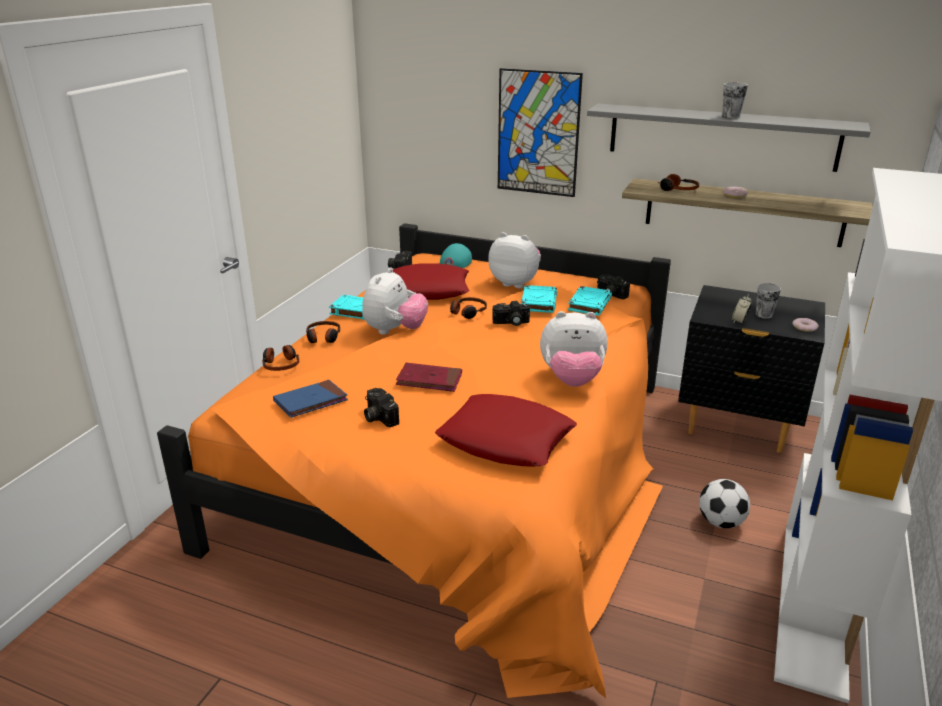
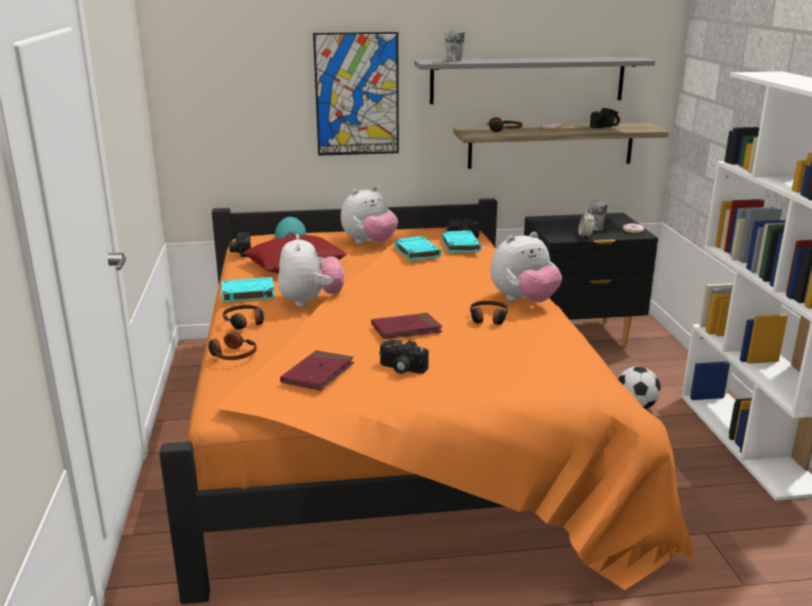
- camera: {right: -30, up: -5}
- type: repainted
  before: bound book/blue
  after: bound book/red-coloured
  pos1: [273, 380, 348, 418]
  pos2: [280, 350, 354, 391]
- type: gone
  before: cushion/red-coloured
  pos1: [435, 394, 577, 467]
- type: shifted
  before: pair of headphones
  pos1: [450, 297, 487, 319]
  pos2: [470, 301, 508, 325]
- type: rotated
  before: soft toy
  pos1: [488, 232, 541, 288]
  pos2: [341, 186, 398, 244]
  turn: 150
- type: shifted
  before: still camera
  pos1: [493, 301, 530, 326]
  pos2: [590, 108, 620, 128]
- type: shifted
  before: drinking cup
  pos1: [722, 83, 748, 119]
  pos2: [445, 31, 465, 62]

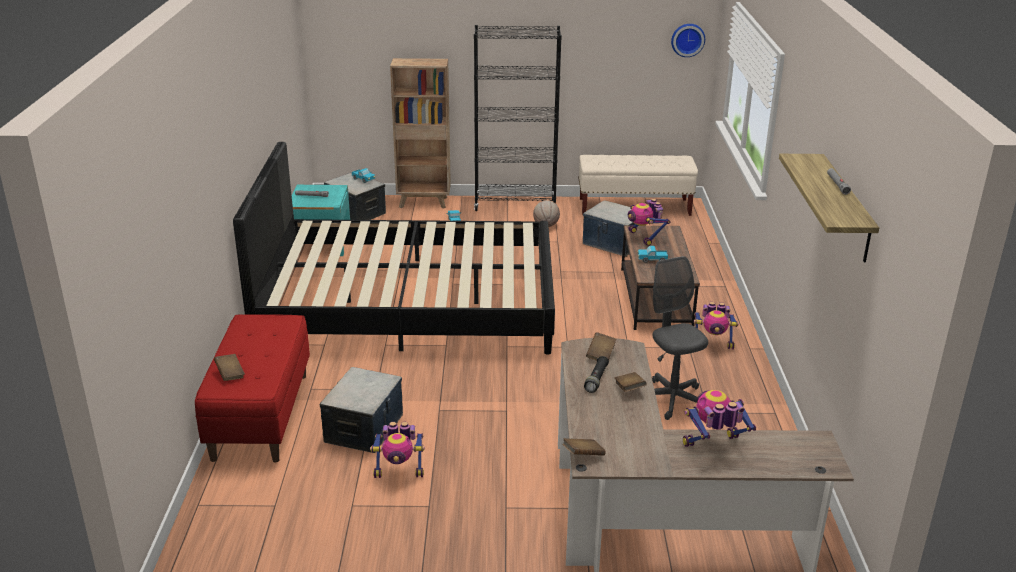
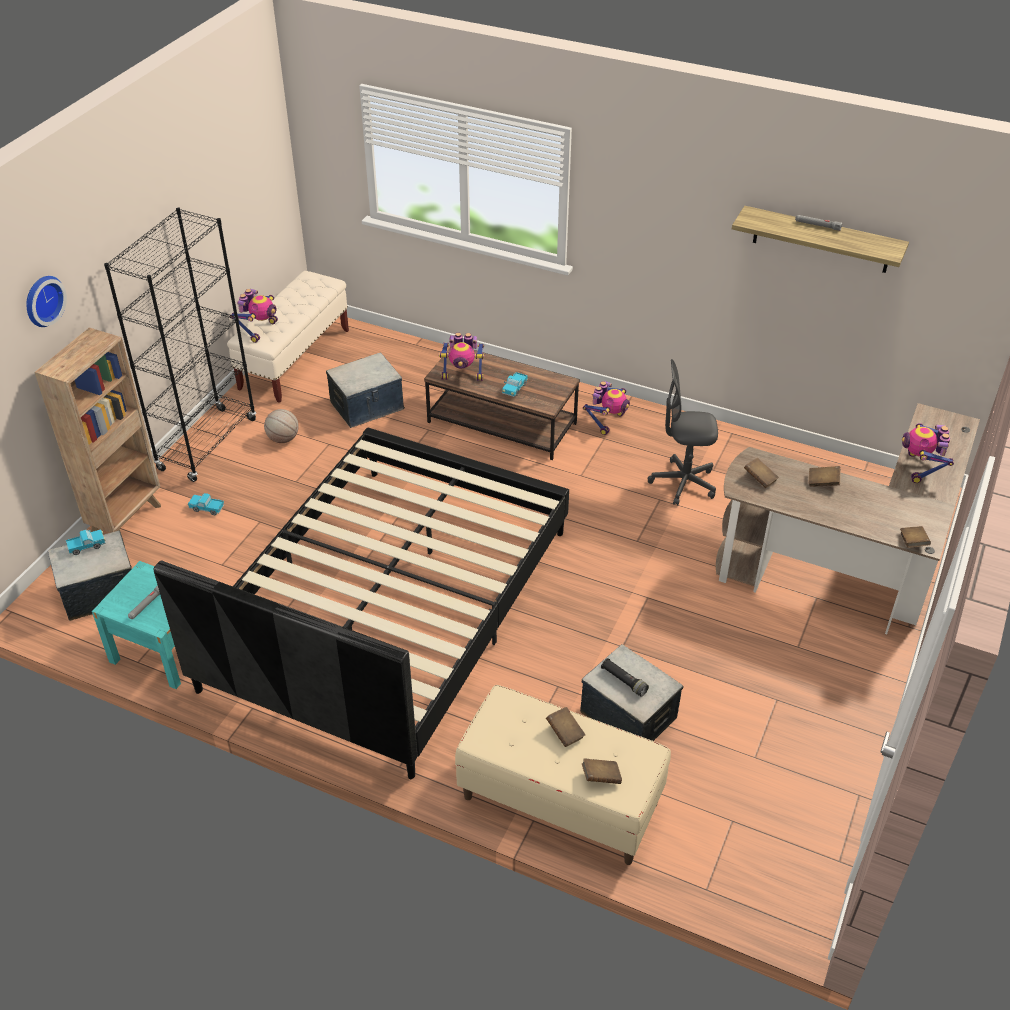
- camera: {right: -65, up: 15}
- type: repainted
  before: long seat/red-coloured
  after: long seat/sand-coloured
  pos1: [195, 314, 310, 462]
  pos2: [455, 685, 671, 865]
- type: shifted
  before: model robot
  pos1: [370, 422, 425, 478]
  pos2: [230, 289, 278, 343]
- type: shifted
  before: hand torch/black-coloured
  pos1: [584, 356, 609, 393]
  pos2: [601, 658, 649, 697]
- type: shifted
  before: hanging clock
  pos1: [671, 24, 705, 57]
  pos2: [26, 276, 67, 327]
- type: new
  after: bound book/brown
  pos2: [546, 707, 585, 747]

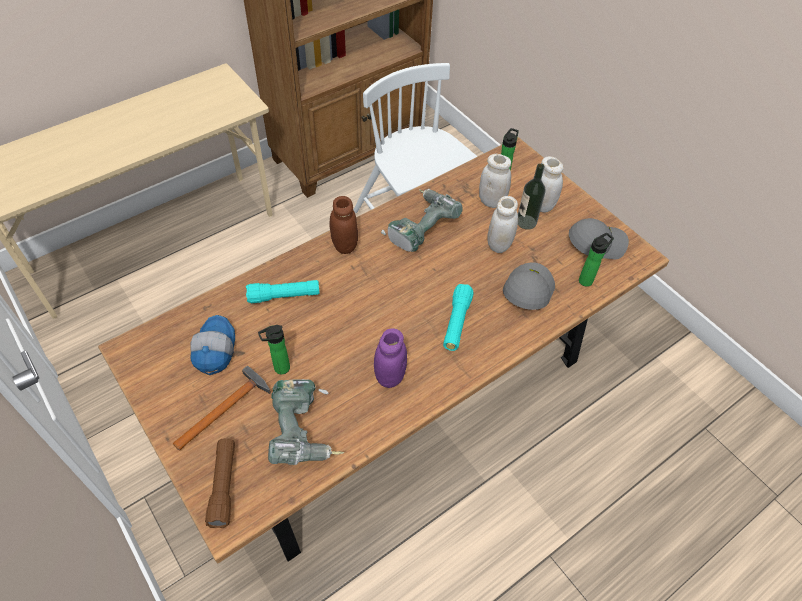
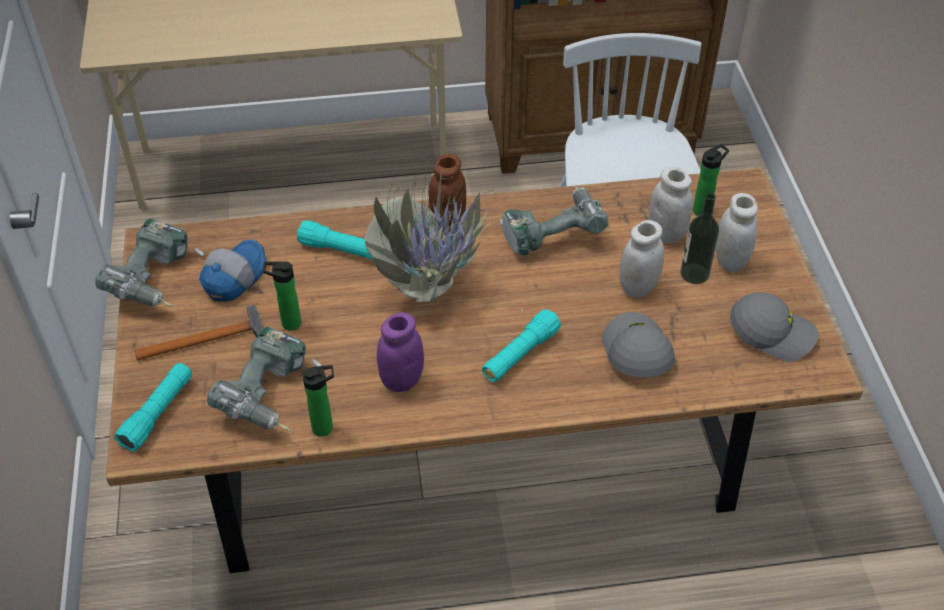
- camera: {right: 30, up: -5}
- type: repainted
  before: hand torch/brown
  after: hand torch/turquoise-coloured
  pos1: [205, 438, 235, 528]
  pos2: [114, 363, 192, 452]
- type: rotated
  before: peaked cap/greyish
  pos1: [503, 262, 555, 310]
  pos2: [602, 312, 675, 377]
  turn: -60
- type: shifted
  before: bottle
  pos1: [579, 233, 614, 287]
  pos2: [301, 365, 334, 437]
- type: new
  after: power drill
  pos2: [95, 219, 204, 307]
- type: new
  after: houseplant
  pos2: [364, 159, 524, 313]

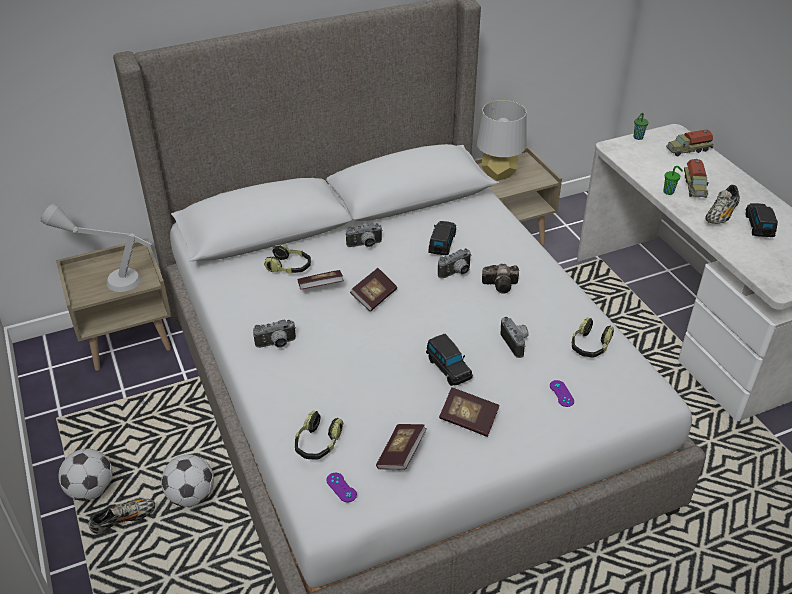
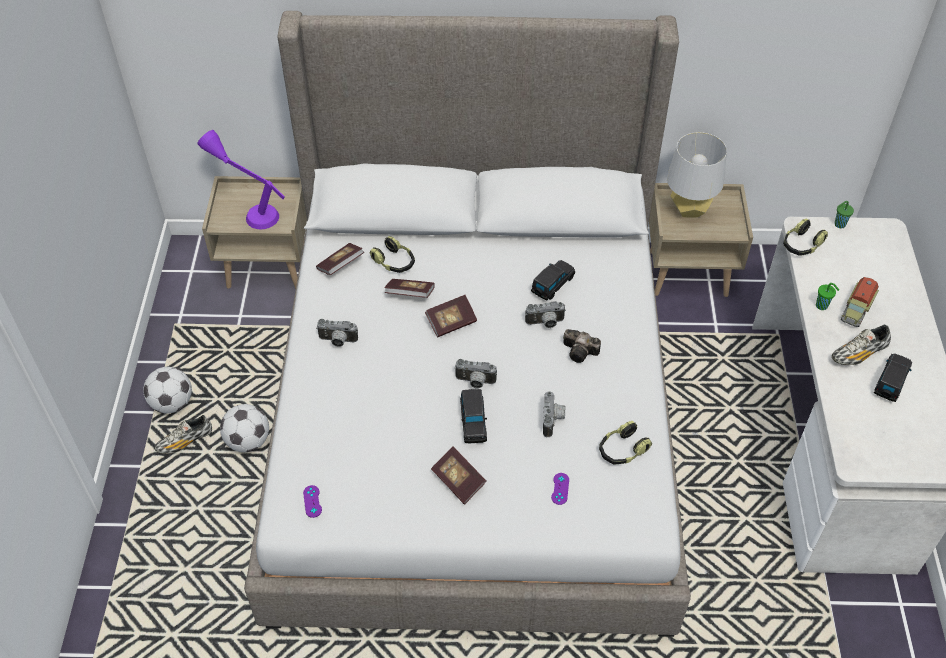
- camera: {right: 25, up: 10}
- type: repainted
  before: table lamp/greyish
  after: table lamp/purple
  pos1: [41, 203, 152, 292]
  pos2: [197, 130, 285, 229]
- type: rotated
  before: low shoe
  pos1: [88, 499, 155, 534]
  pos2: [154, 415, 212, 454]
  turn: 150
- type: shifted
  before: pair of headphones
  pos1: [295, 410, 343, 460]
  pos2: [783, 219, 828, 256]
- type: shifted
  before: still camera
  pos1: [346, 223, 383, 247]
  pos2: [455, 359, 497, 388]
- type: shifted
  before: bound book
  pos1: [376, 424, 427, 470]
  pos2: [316, 243, 364, 275]
- type: gone
  before: toy truck
  pos1: [666, 129, 713, 157]

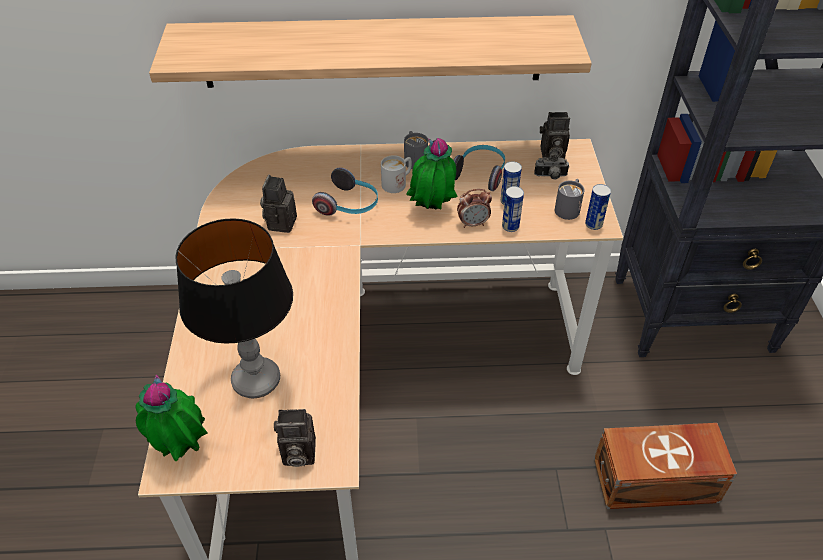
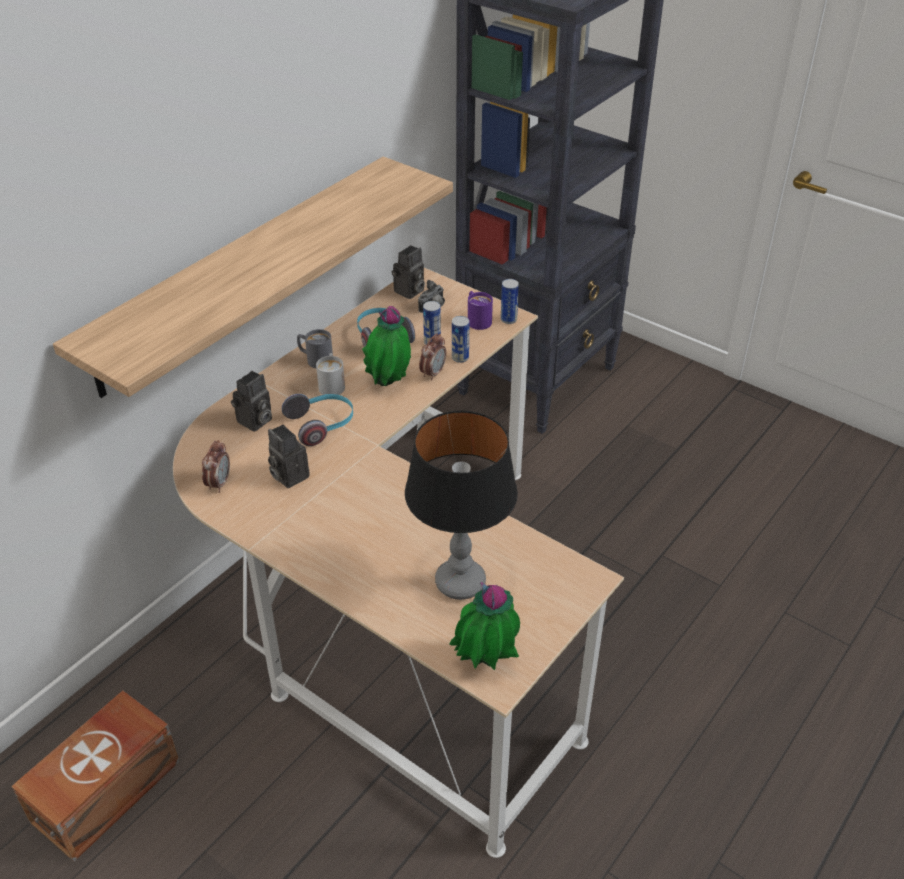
- camera: {right: -50, up: -5}
- type: shifted
  before: still camera
  pos1: [274, 409, 316, 467]
  pos2: [231, 371, 272, 432]
- type: repainted
  before: tea mug/greyish
  after: tea mug/purple
  pos1: [555, 179, 584, 220]
  pos2: [468, 291, 493, 330]
- type: shifted
  before: storage box/brown
  pos1: [594, 423, 737, 509]
  pos2: [11, 691, 179, 861]
- type: new
  after: bedside clock
  pos2: [202, 440, 230, 493]

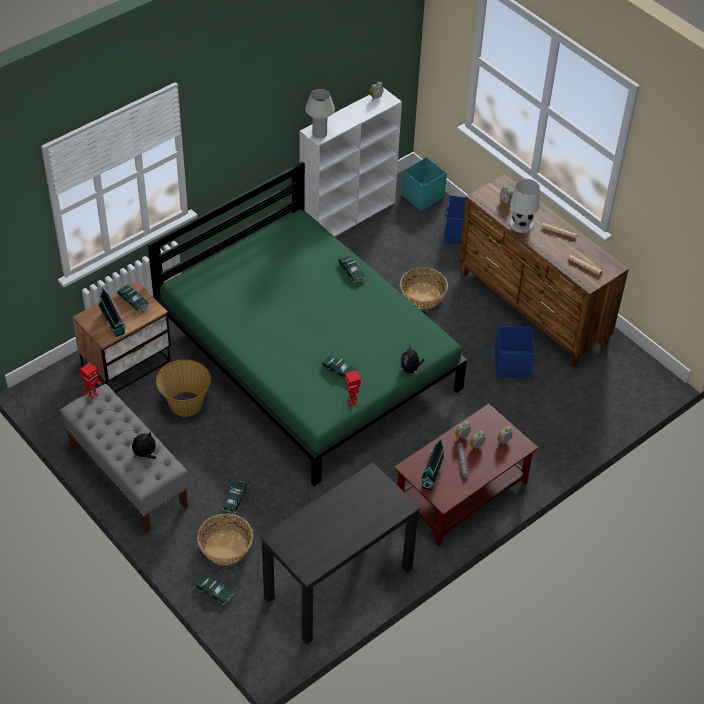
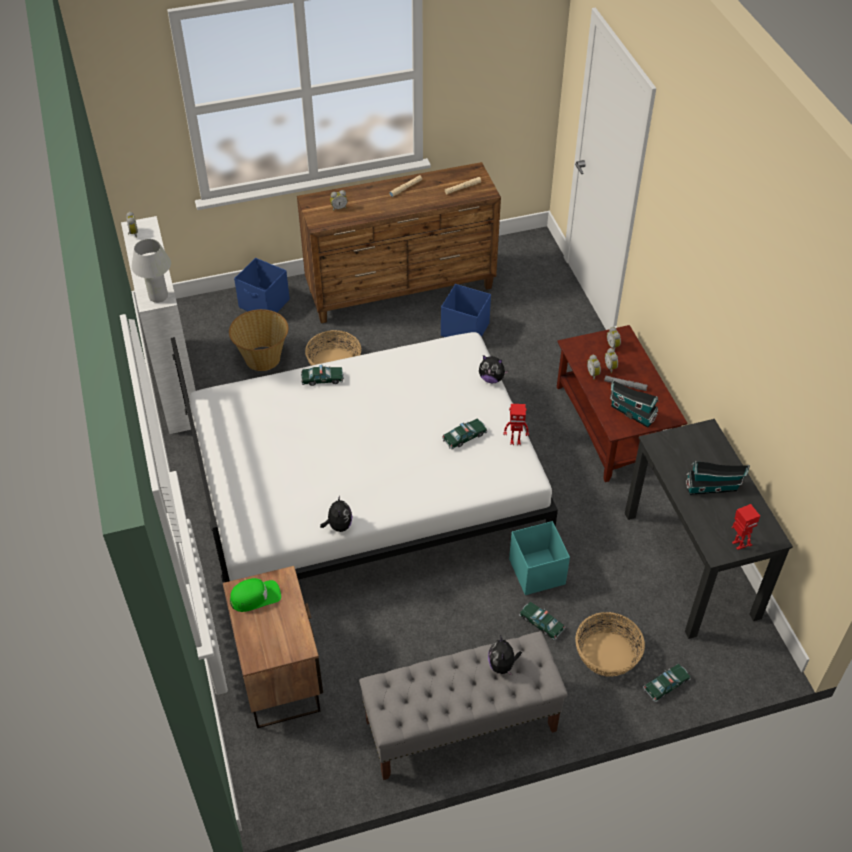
- camera: {right: -65, up: 0}
- type: shifted
  before: model robot
  pos1: [80, 363, 102, 400]
  pos2: [731, 504, 760, 550]
- type: shifted
  before: model house
  pos1: [98, 287, 126, 337]
  pos2: [686, 461, 750, 495]
- type: swapped
  before: miniature car
  after: peaked cap/greenish
  pos1: [117, 285, 150, 312]
  pos2: [230, 578, 281, 612]
- type: repainted
  before: sleeping bed/greenish
  after: sleeping bed/white-coloured
  pos1: [148, 162, 467, 486]
  pos2: [171, 332, 558, 582]
- type: shifted
  before: household basket
  pos1: [156, 359, 211, 417]
  pos2: [229, 309, 288, 371]
- type: shifted
  before: storage box/turquoise-coloured
  pos1: [401, 157, 447, 211]
  pos2: [509, 521, 570, 595]
- type: gone
  before: table lamp/white-coloured
  pos1: [509, 179, 540, 233]
- type: new
  after: soft toy
  pos2: [320, 495, 352, 532]

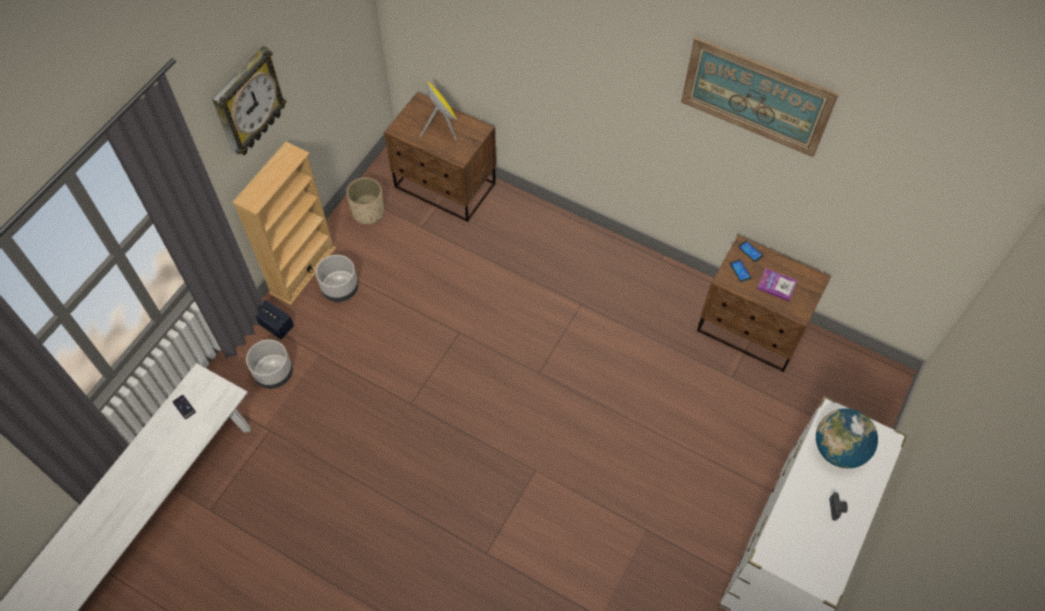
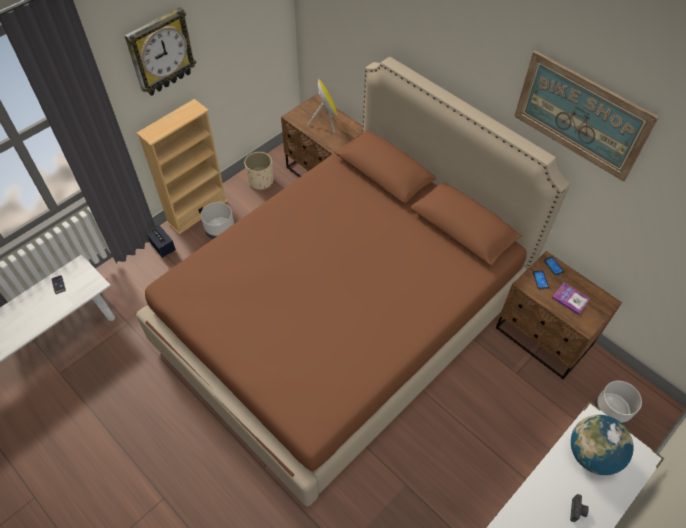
- camera: {right: 15, up: -5}
- type: shifted
  before: flower pot/greyish
  pos1: [246, 340, 293, 389]
  pos2: [595, 380, 642, 425]
- type: new
  after: sleeping bed/brown
  pos2: [136, 57, 570, 507]

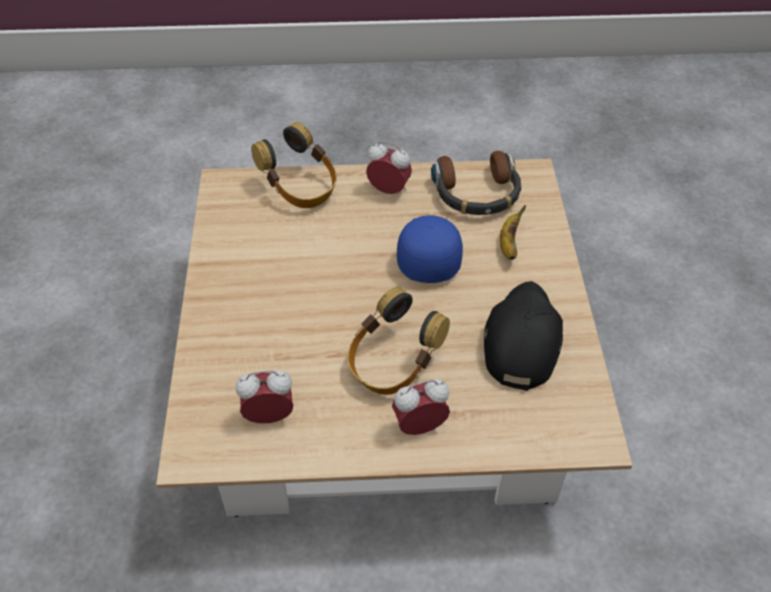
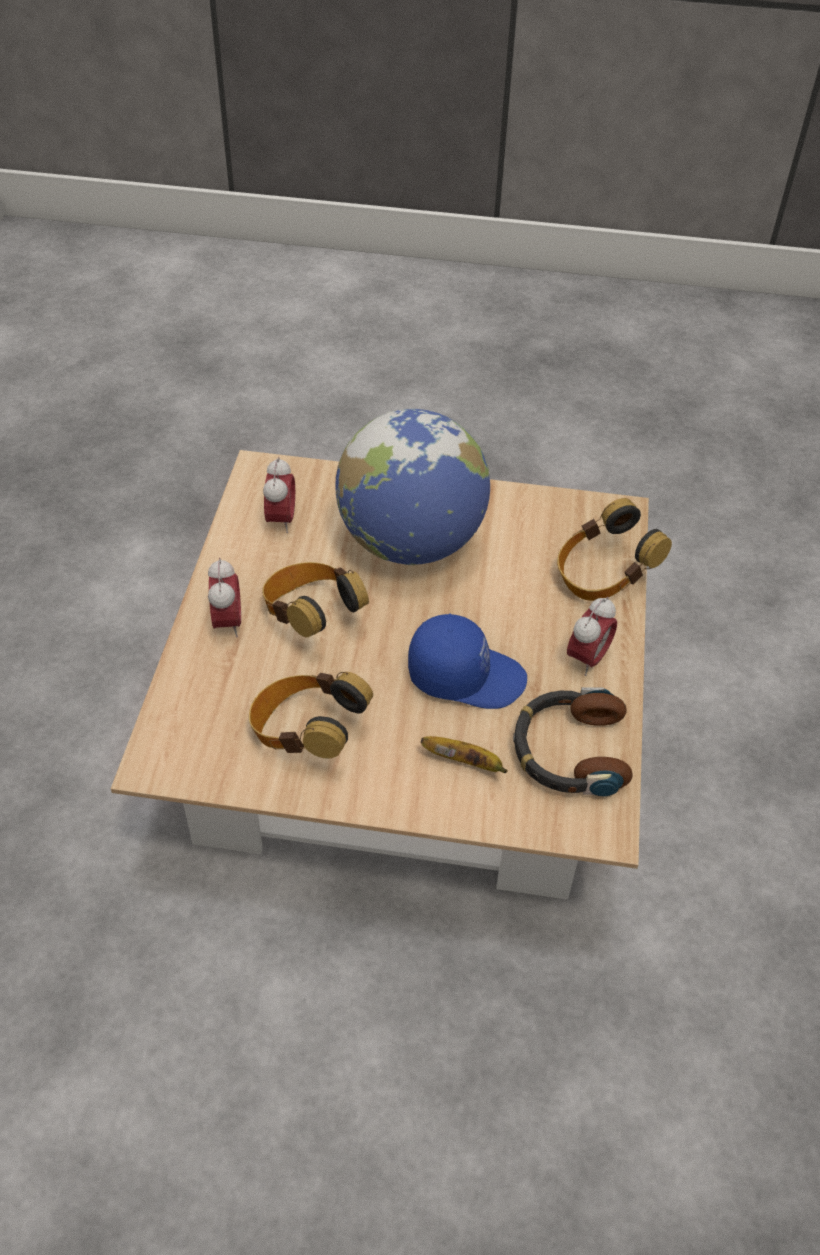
- camera: {right: 100, up: 0}
- type: swapped
  before: peaked cap/black-coloured
  after: pair of headphones
  pos1: [484, 281, 563, 391]
  pos2: [249, 672, 373, 758]
- type: new
  after: desk globe
  pos2: [336, 409, 490, 565]

